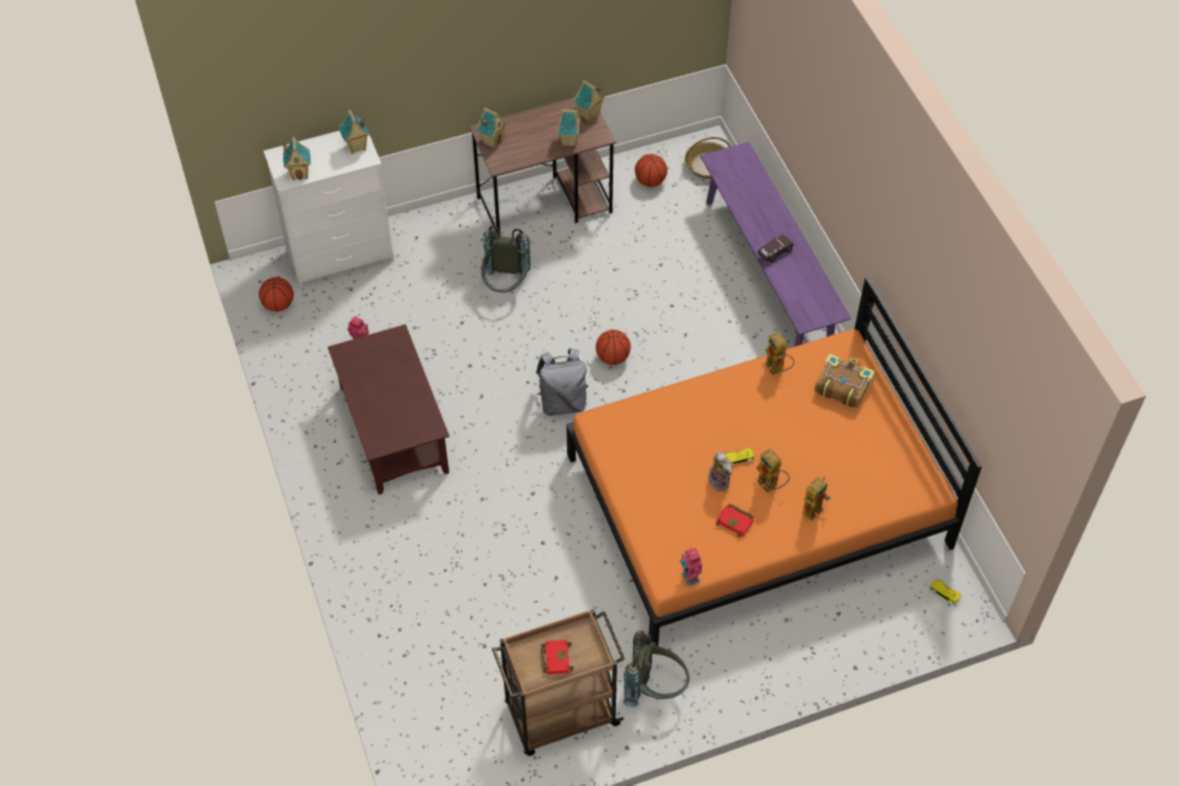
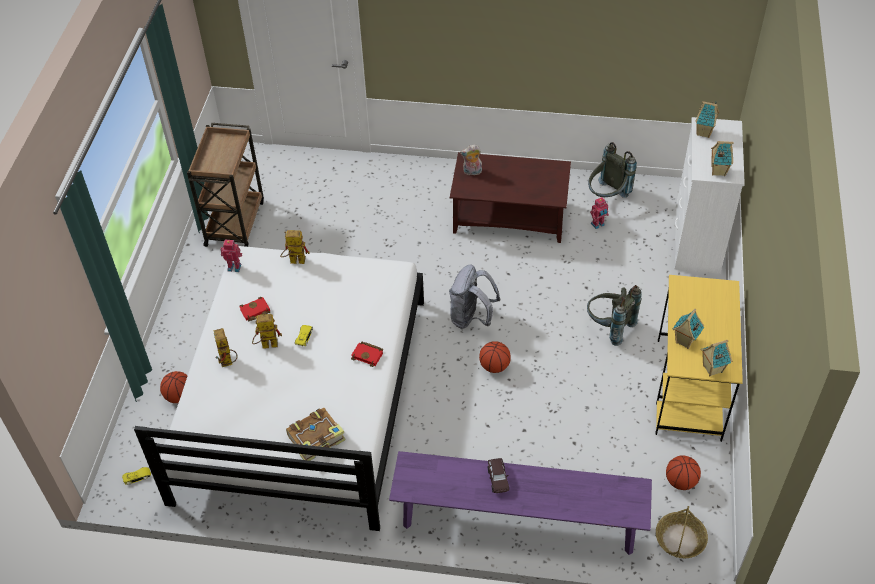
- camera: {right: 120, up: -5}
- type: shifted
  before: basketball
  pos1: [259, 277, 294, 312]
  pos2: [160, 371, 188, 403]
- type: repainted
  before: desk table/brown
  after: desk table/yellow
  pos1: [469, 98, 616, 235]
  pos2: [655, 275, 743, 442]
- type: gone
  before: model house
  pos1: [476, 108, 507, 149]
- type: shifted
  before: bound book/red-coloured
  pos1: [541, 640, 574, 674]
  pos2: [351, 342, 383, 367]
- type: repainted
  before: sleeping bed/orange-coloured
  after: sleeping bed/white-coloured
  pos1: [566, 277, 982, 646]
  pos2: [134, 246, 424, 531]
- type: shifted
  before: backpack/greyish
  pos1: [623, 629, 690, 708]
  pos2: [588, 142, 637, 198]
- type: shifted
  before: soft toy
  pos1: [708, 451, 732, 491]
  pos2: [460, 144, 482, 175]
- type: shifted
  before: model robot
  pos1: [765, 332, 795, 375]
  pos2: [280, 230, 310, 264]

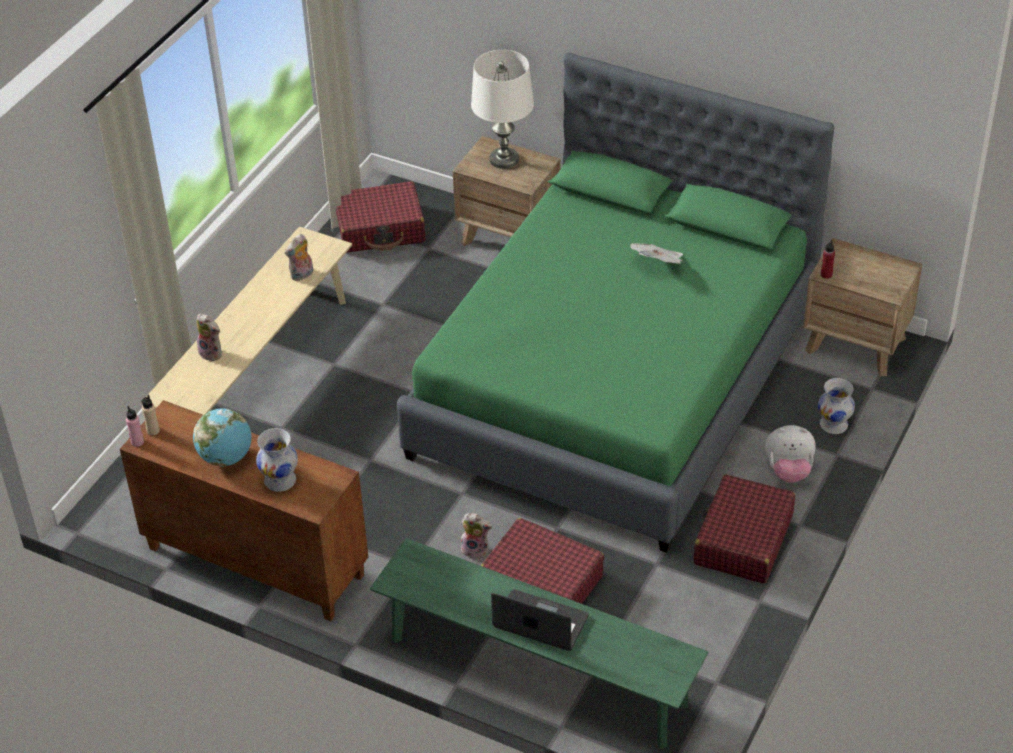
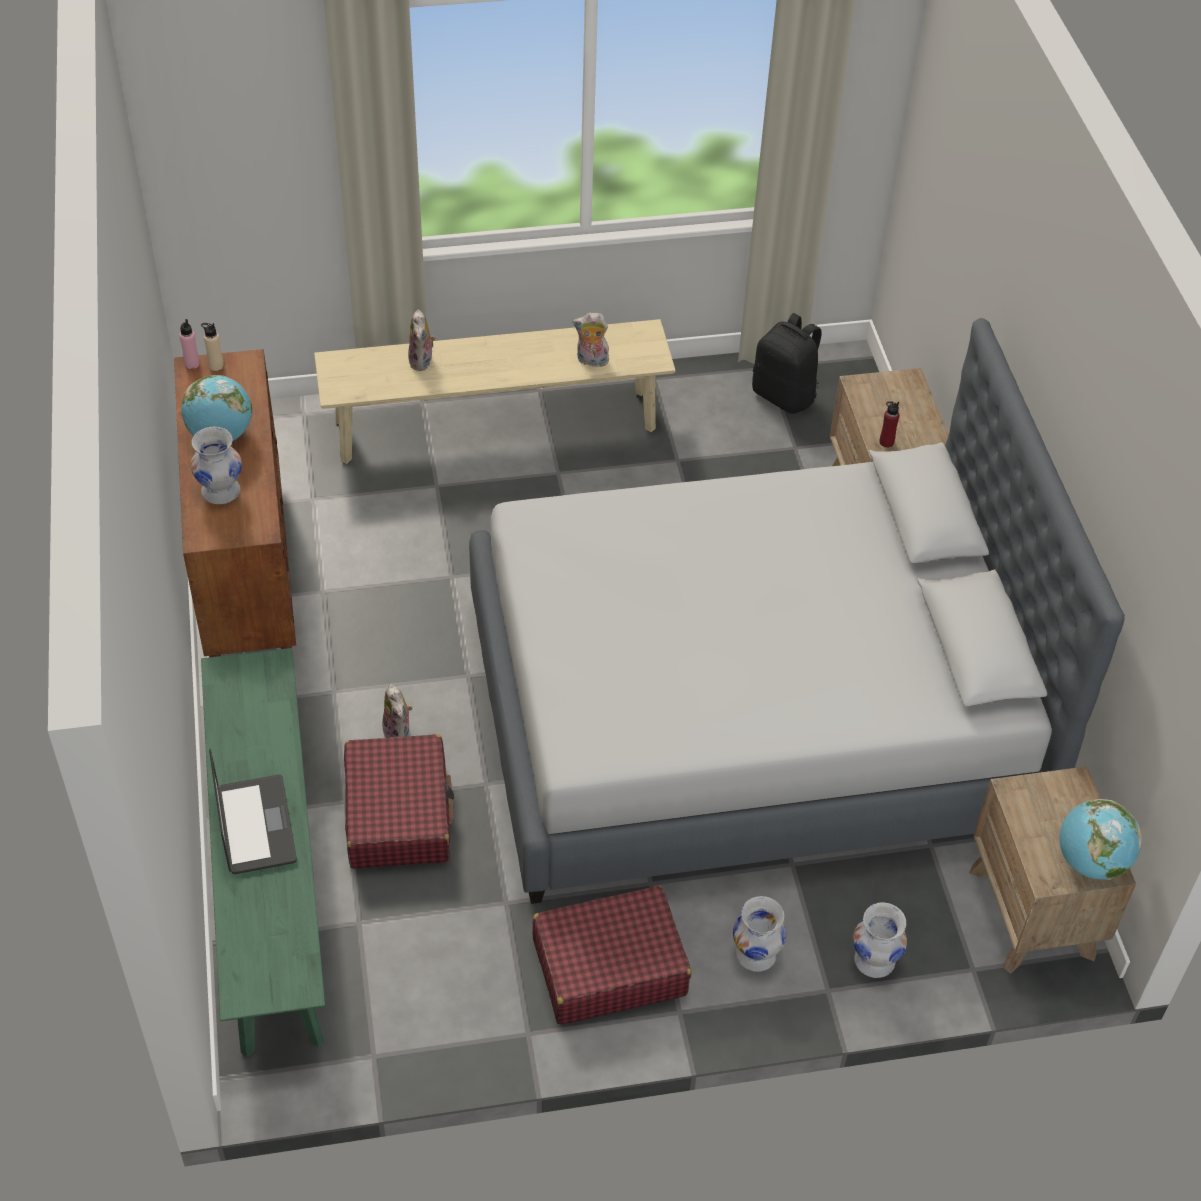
- camera: {right: 50, up: 5}
- type: swapped
  before: suitcase/red-coloured
  after: backpack/black-coloured
  pos1: [336, 181, 426, 253]
  pos2: [752, 313, 822, 414]
- type: repainted
  before: sleeping bed/greenish
  after: sleeping bed/greyish
  pos1: [397, 53, 835, 553]
  pos2: [469, 318, 1125, 904]
- type: gone
  before: table lamp/white-coloured
  pos1: [471, 50, 534, 169]
- type: gone
  before: printed paper
  pos1: [630, 243, 683, 264]
- type: swapped
  before: soft toy
  after: decorative vase/white-coloured
  pos1: [765, 425, 816, 483]
  pos2: [733, 896, 786, 972]
- type: shifted
  before: bottle/red-coloured
  pos1: [821, 240, 835, 279]
  pos2: [879, 401, 900, 447]
- type: new
  after: desk globe
  pos2: [1059, 799, 1142, 880]

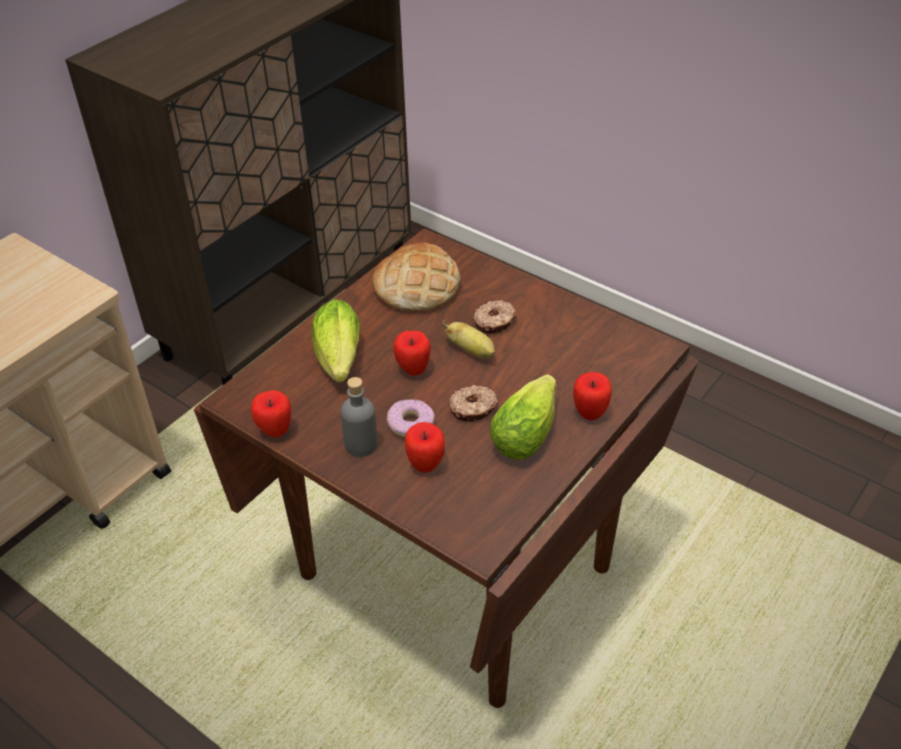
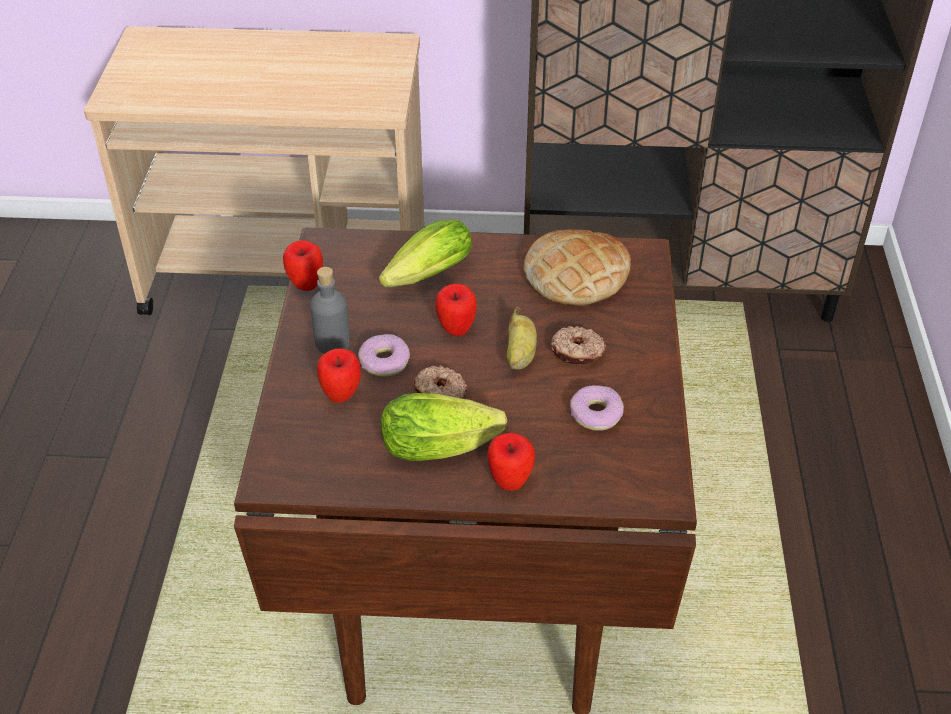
- camera: {right: 55, up: 0}
- type: new
  after: doughnut
  pos2: [570, 385, 624, 431]

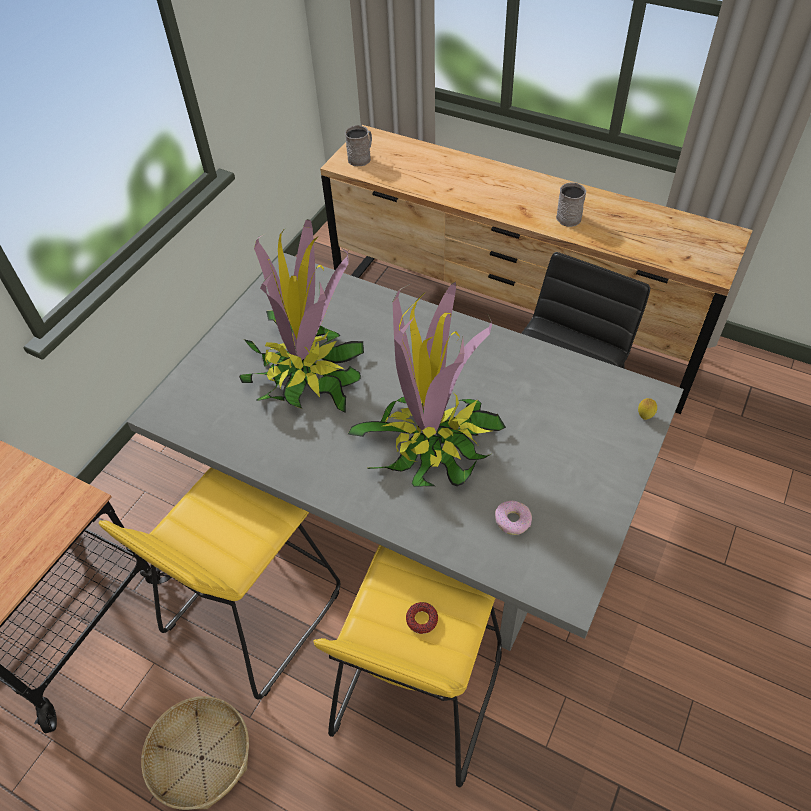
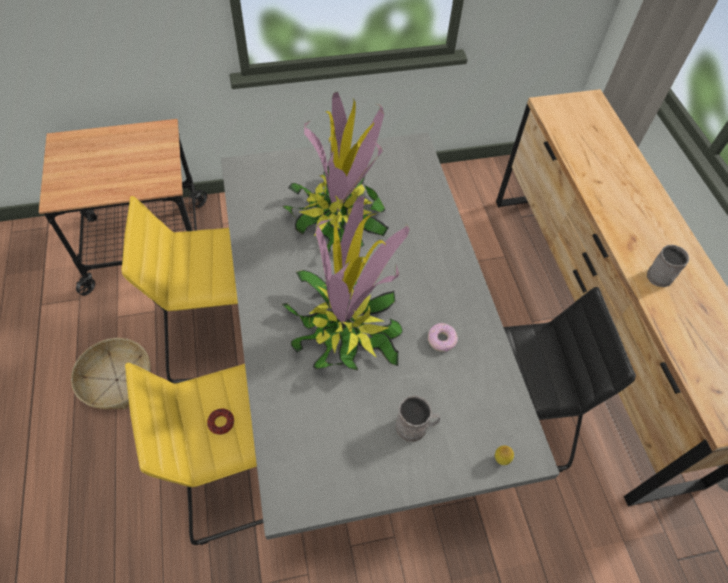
- camera: {right: 45, up: 5}
- type: shifted
  before: tea mug/greyish
  pos1: [345, 125, 372, 166]
  pos2: [396, 395, 440, 442]
- type: shifted
  before: doughnut
  pos1: [495, 501, 532, 535]
  pos2: [428, 323, 458, 352]

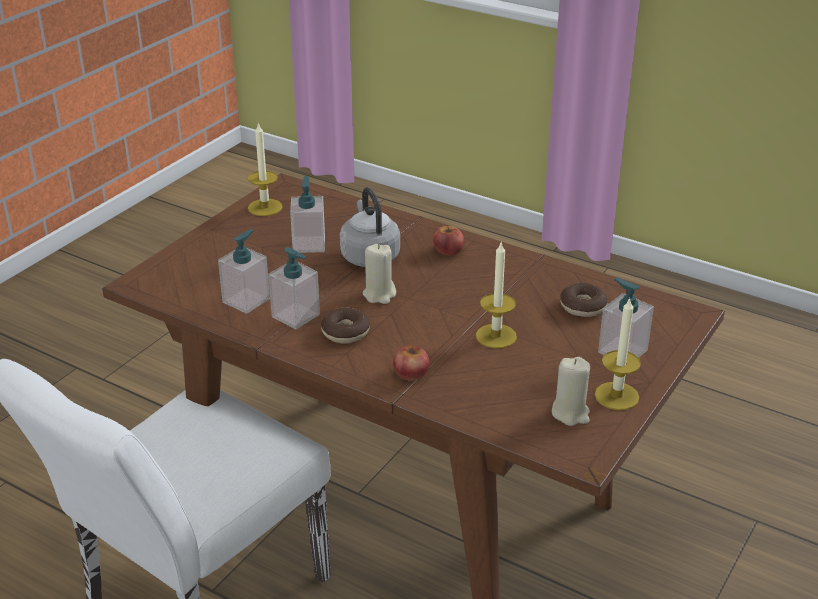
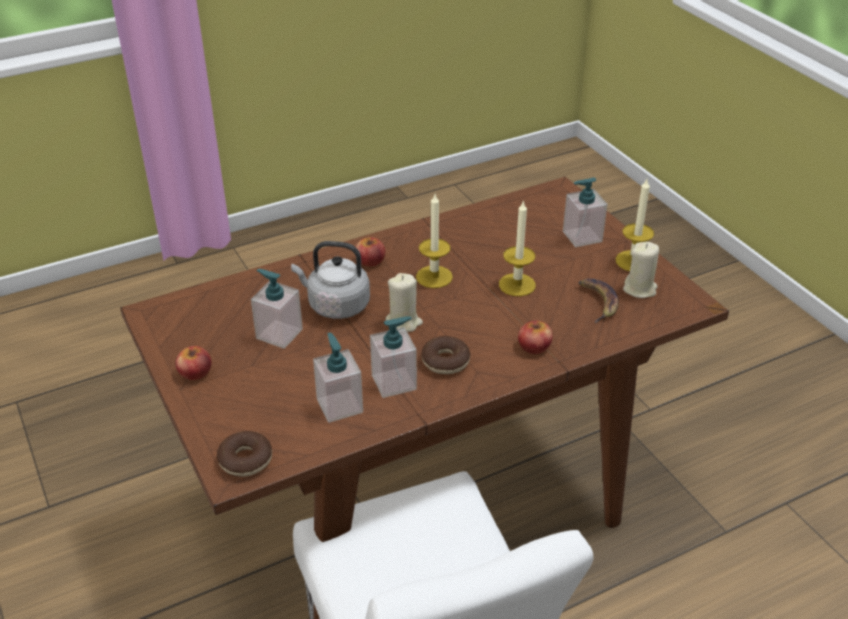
- camera: {right: -60, up: 5}
- type: shifted
  before: wax candle
  pos1: [248, 122, 282, 216]
  pos2: [416, 194, 453, 288]
- type: shifted
  before: doughnut
  pos1: [560, 283, 608, 317]
  pos2: [217, 431, 272, 477]
- type: new
  after: apple fruit
  pos2: [176, 346, 211, 380]
- type: new
  after: banana fruit
  pos2: [578, 278, 619, 323]

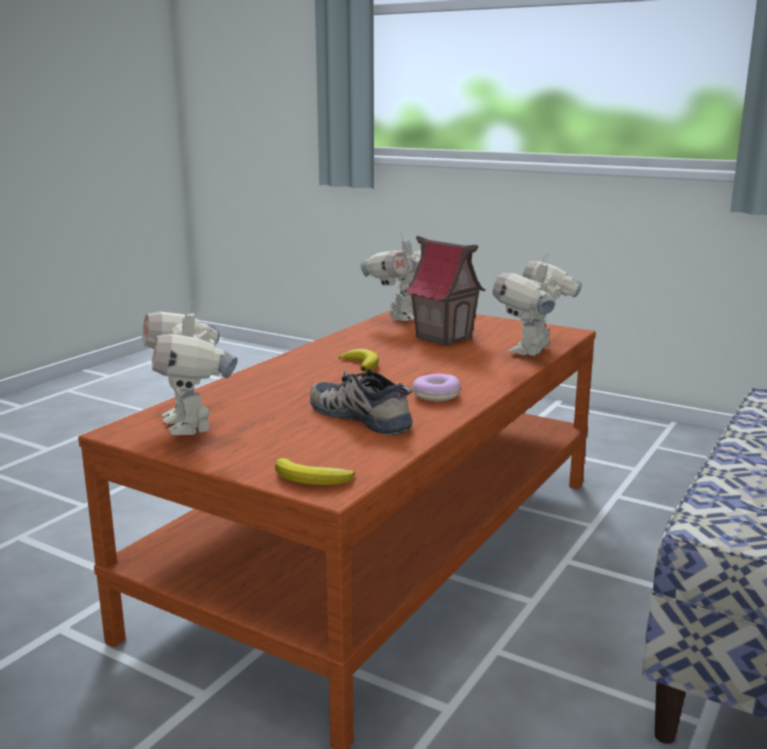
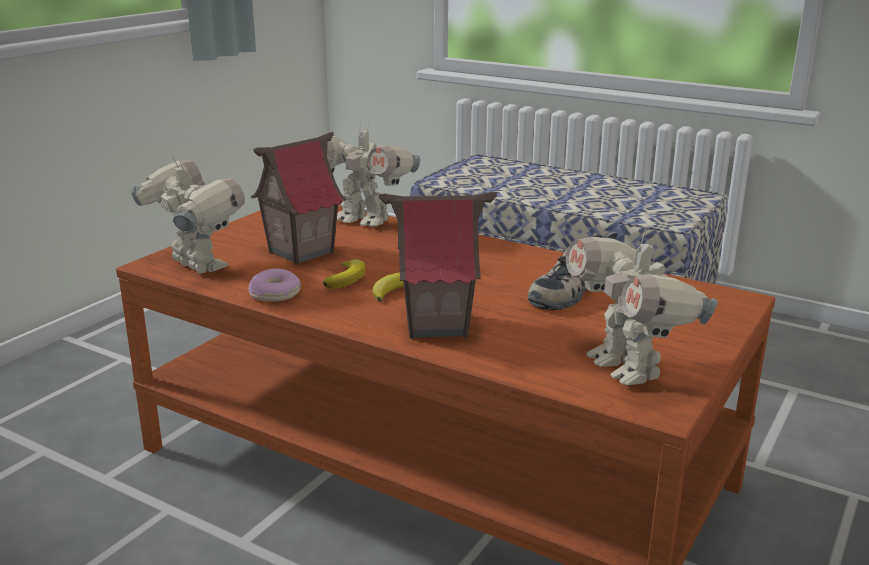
- camera: {right: -90, up: 5}
- type: rotated
  before: model robot
  pos1: [142, 300, 238, 435]
  pos2: [566, 228, 718, 385]
  turn: 90
- type: shifted
  before: banana fruit
  pos1: [275, 458, 355, 485]
  pos2: [323, 259, 366, 289]
- type: shifted
  before: doughnut
  pos1: [413, 374, 461, 401]
  pos2: [249, 268, 301, 302]
- type: new
  after: model house
  pos2: [379, 192, 497, 339]

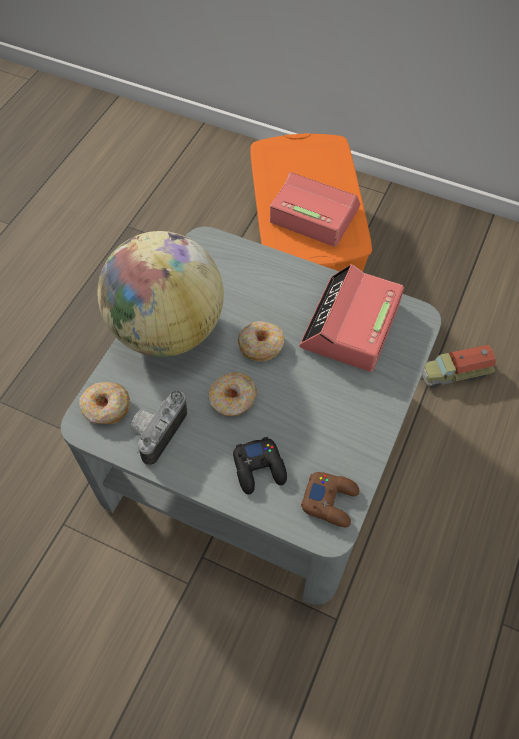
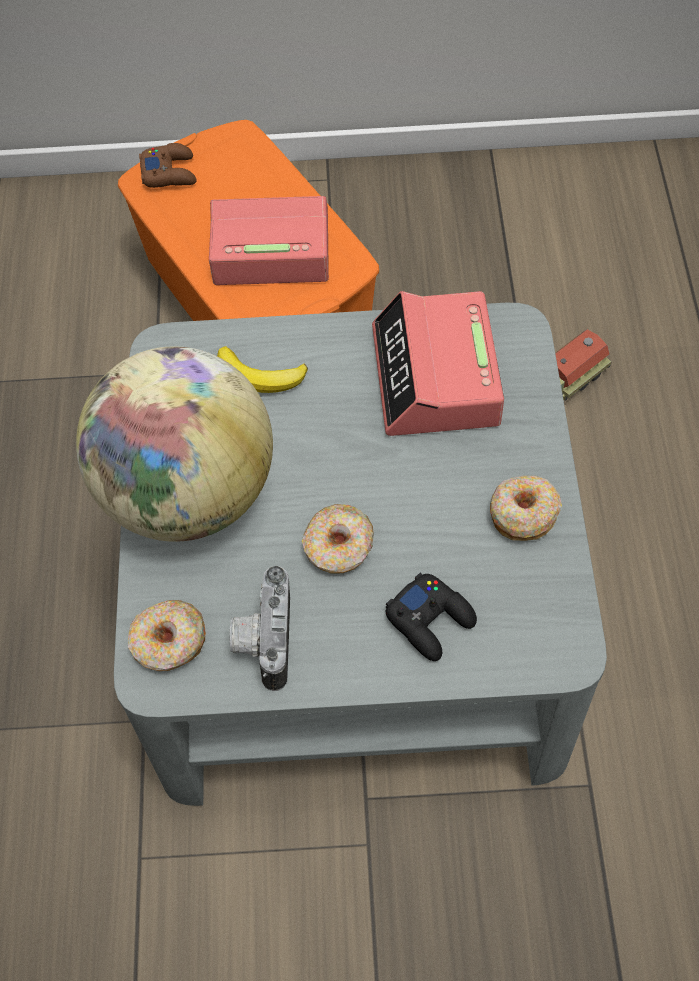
- camera: {right: -25, up: 0}
- type: shifted
  before: doughnut
  pos1: [238, 321, 285, 361]
  pos2: [490, 476, 562, 541]
- type: shifted
  before: game controller/brown
  pos1: [301, 472, 359, 527]
  pos2: [139, 143, 197, 188]
- type: new
  after: banana fruit
  pos2: [217, 346, 308, 393]

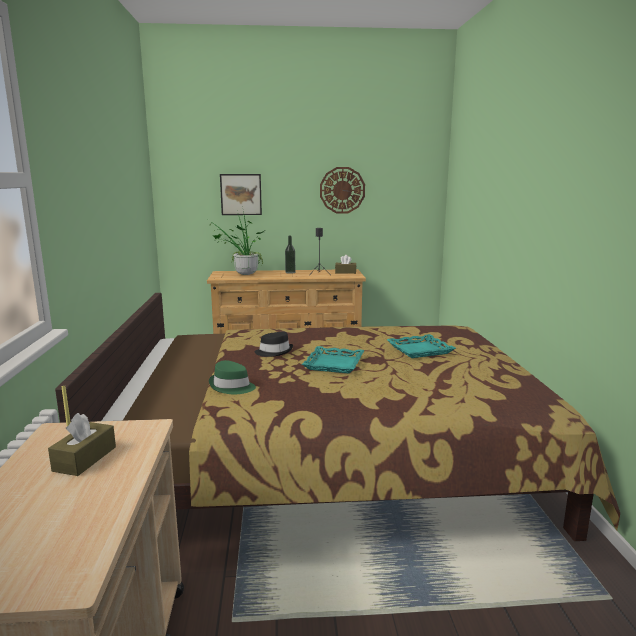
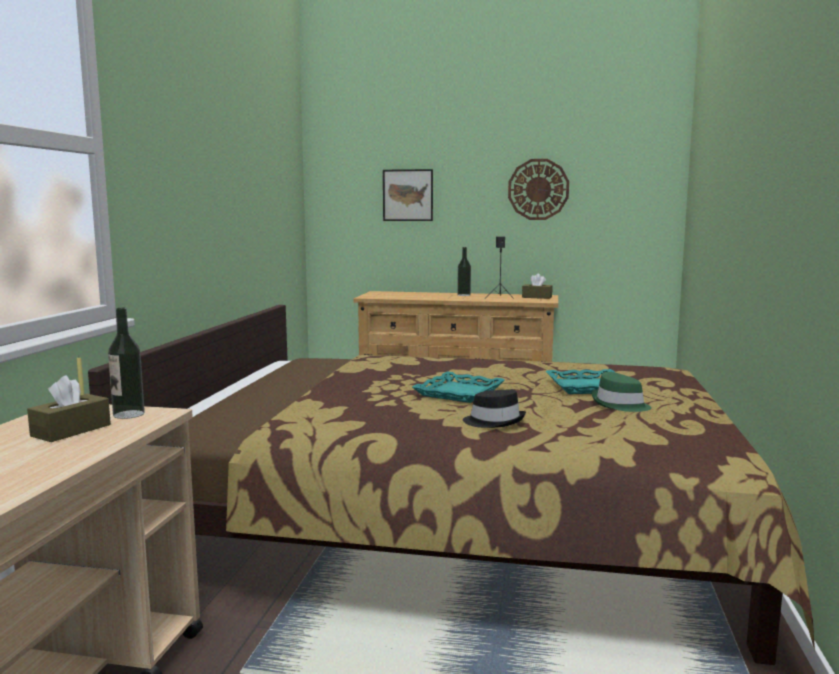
- camera: {right: 15, up: -5}
- type: gone
  before: houseplant
  pos1: [209, 211, 264, 275]
- type: shifted
  before: hat/greenish
  pos1: [209, 360, 256, 394]
  pos2: [592, 372, 652, 412]
- type: shifted
  before: hat/black-coloured
  pos1: [255, 332, 293, 357]
  pos2: [463, 389, 526, 428]
- type: new
  after: bottle
  pos2: [108, 308, 145, 419]

